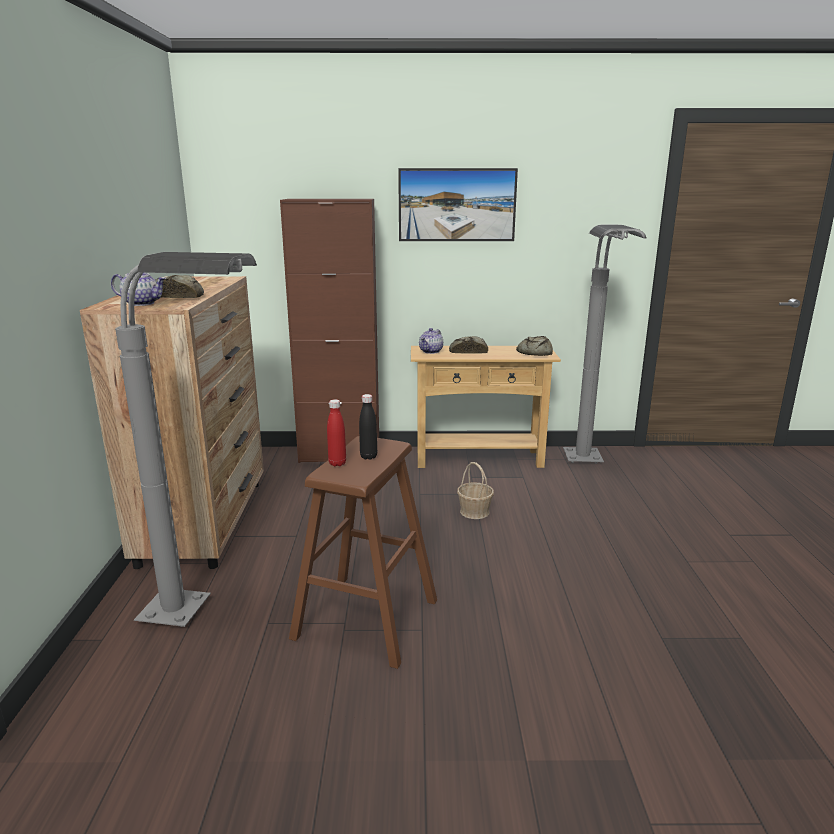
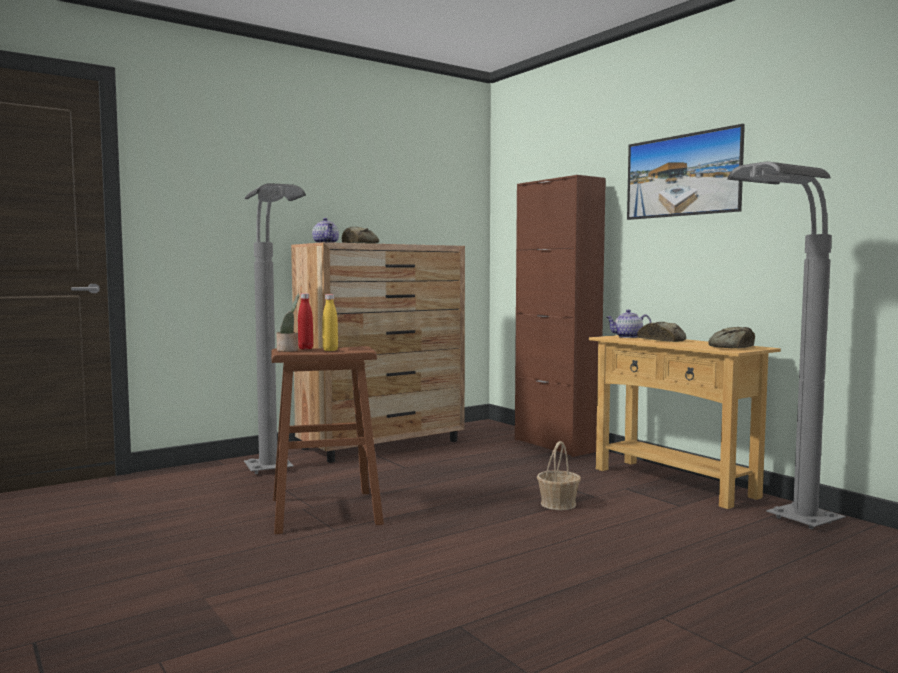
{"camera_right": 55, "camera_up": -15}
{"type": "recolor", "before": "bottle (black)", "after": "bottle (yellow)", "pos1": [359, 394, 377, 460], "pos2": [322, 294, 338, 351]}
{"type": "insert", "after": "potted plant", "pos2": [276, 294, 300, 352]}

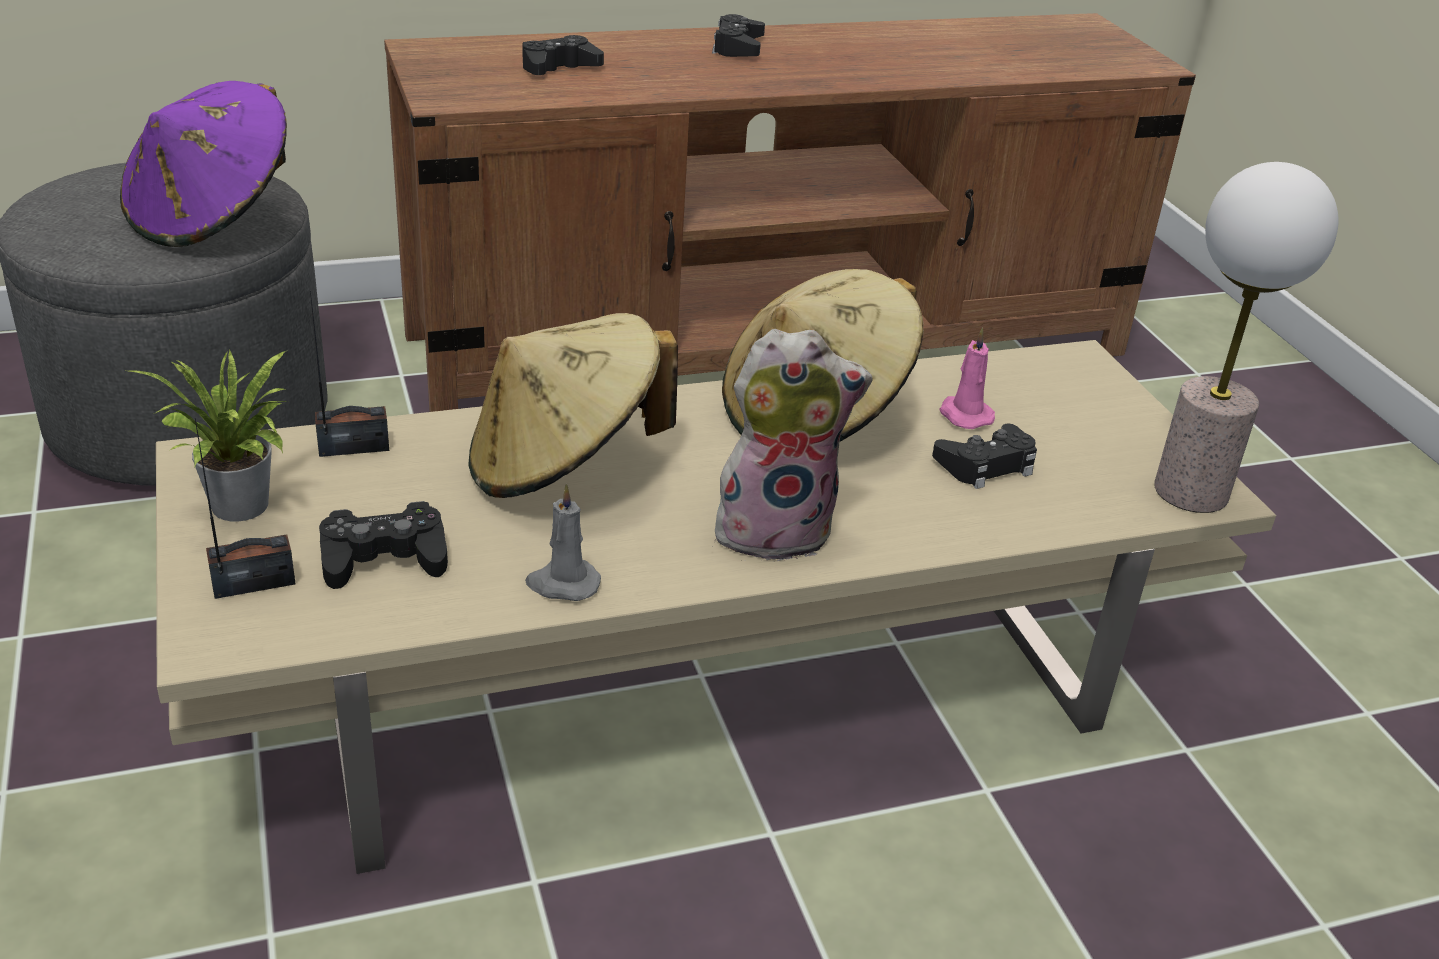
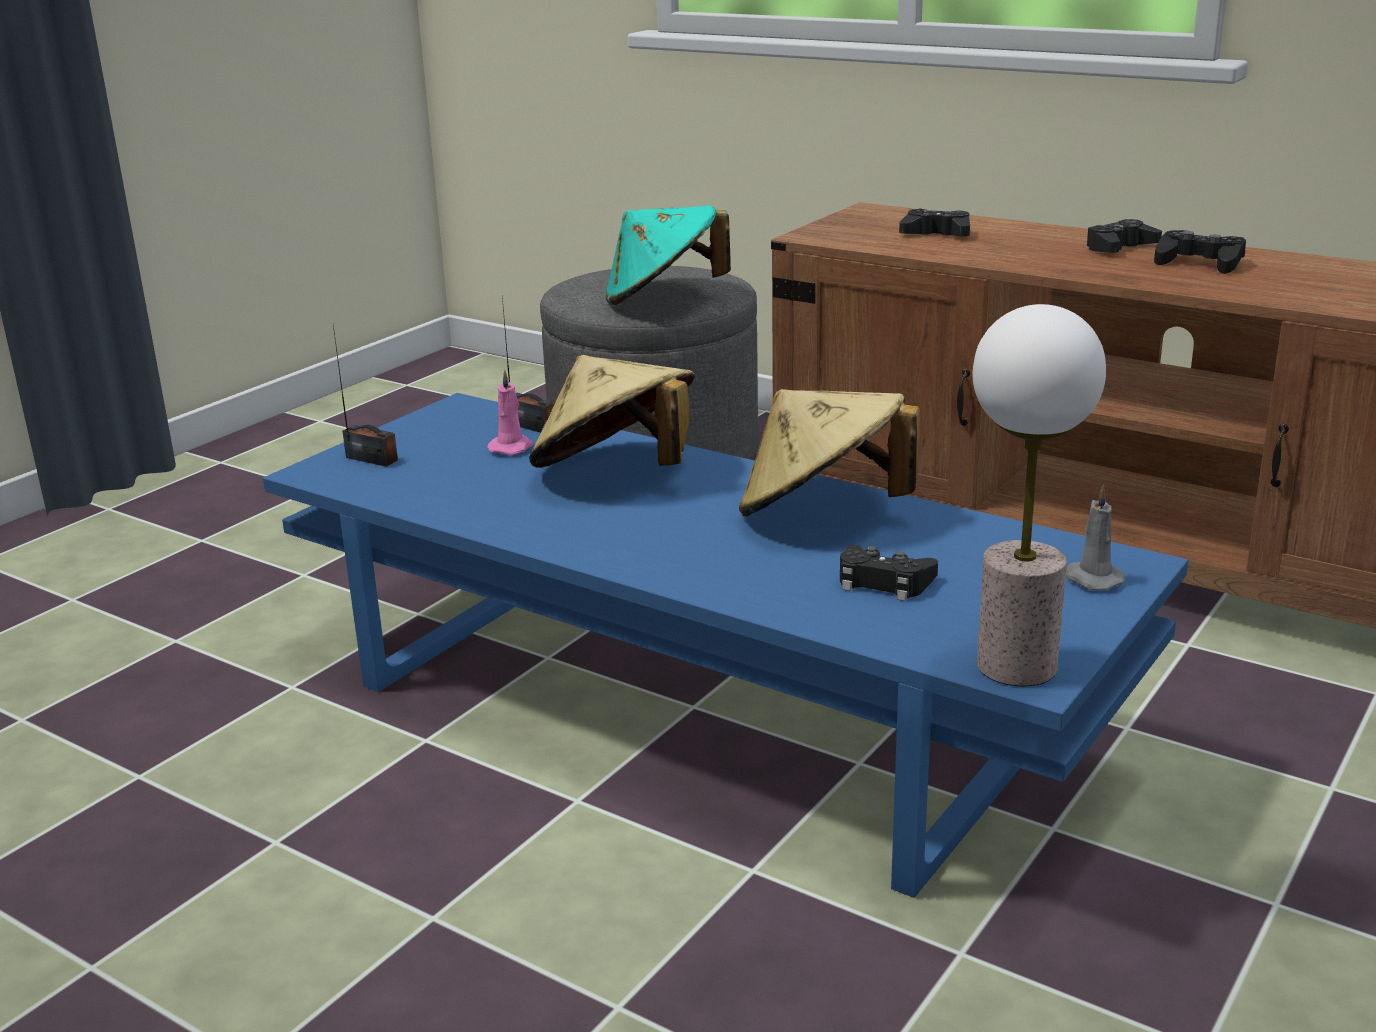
{"camera_right": 55, "camera_up": -10}
{"type": "recolor", "before": "hat (purple)", "after": "hat (turquoise)", "pos1": [120, 81, 287, 247], "pos2": [605, 205, 731, 305]}
{"type": "delete", "before": "potted plant", "pos1": [129, 349, 286, 522]}
{"type": "recolor", "before": "coffee table (beige)", "after": "coffee table (blue)", "pos1": [156, 340, 1276, 874], "pos2": [263, 393, 1189, 898]}
{"type": "move", "before": "game controller (black)", "pos1": [319, 501, 448, 589], "pos2": [1154, 230, 1246, 274]}
{"type": "move", "before": "candle (grey)", "pos1": [525, 484, 601, 601], "pos2": [1066, 485, 1125, 591]}
{"type": "delete", "before": "plush toy", "pos1": [715, 329, 873, 562]}
{"type": "move", "before": "candle (pink)", "pos1": [940, 327, 995, 429], "pos2": [487, 370, 533, 455]}

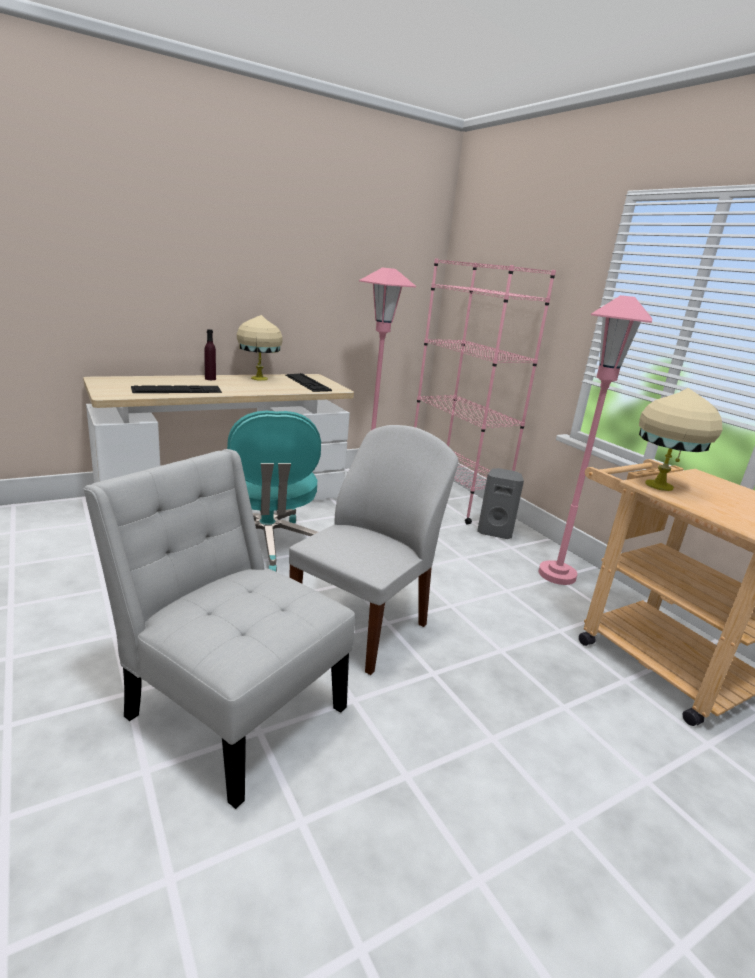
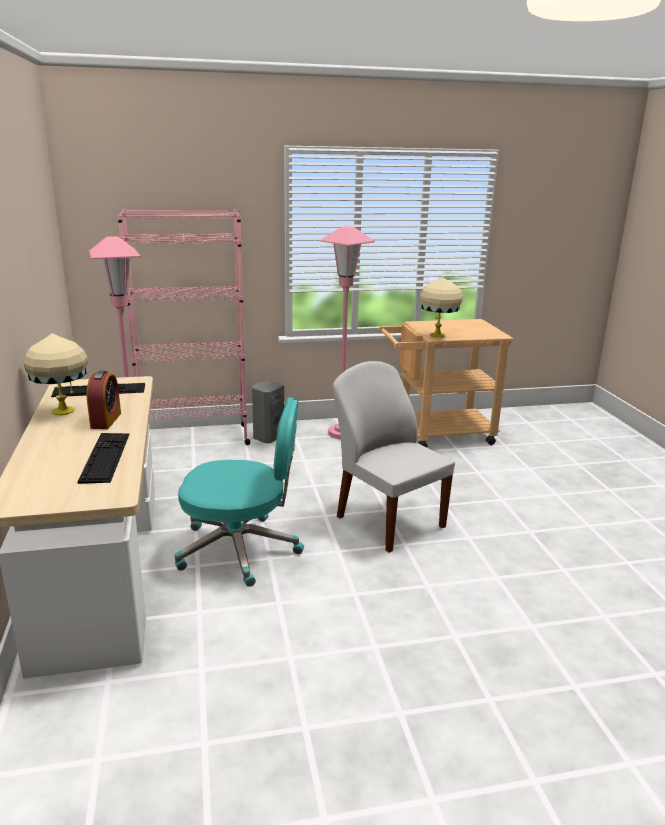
{"camera_right": -70, "camera_up": 0}
{"type": "delete", "before": "chair (white)", "pos1": [83, 449, 355, 809]}
{"type": "delete", "before": "bottle (purple)", "pos1": [204, 329, 216, 380]}
{"type": "insert", "after": "alarm clock", "pos2": [87, 371, 121, 429]}

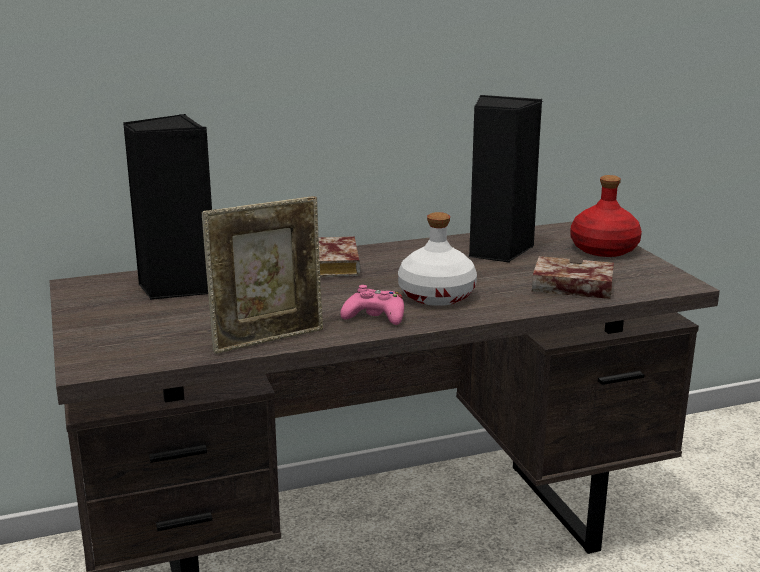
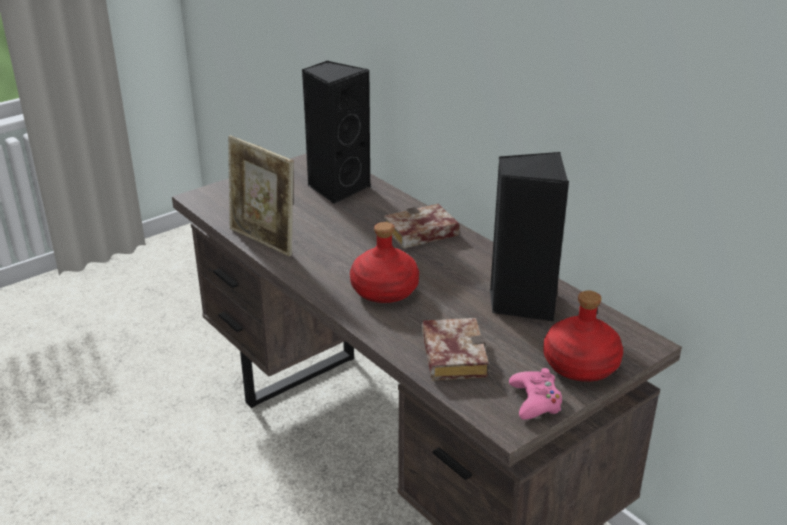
{"camera_right": 70, "camera_up": 10}
{"type": "move", "before": "game controller (pink)", "pos1": [340, 285, 404, 325], "pos2": [509, 368, 562, 420]}
{"type": "recolor", "before": "bottle (white)", "after": "bottle (red)", "pos1": [398, 212, 477, 306], "pos2": [350, 222, 419, 303]}

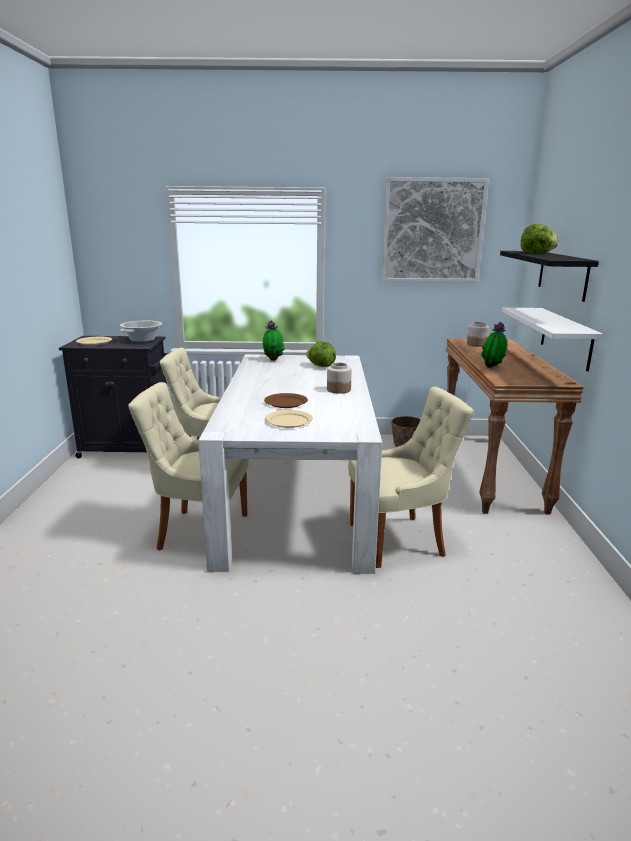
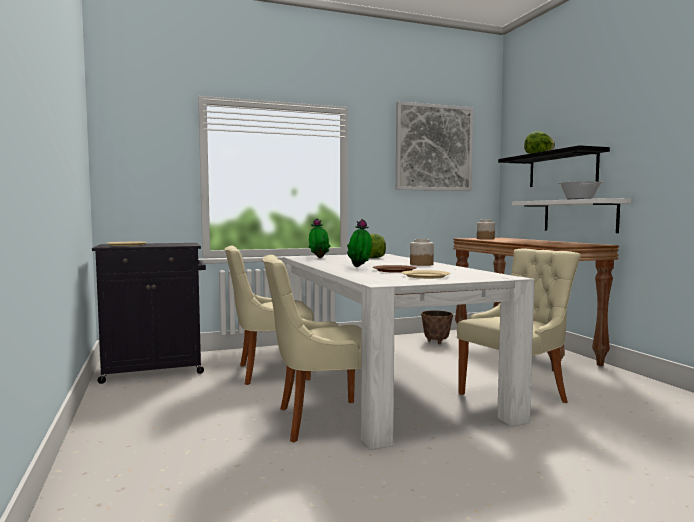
{"camera_right": -20, "camera_up": -15}
{"type": "move", "before": "cooking pot", "pos1": [120, 321, 162, 342], "pos2": [557, 181, 604, 199]}
{"type": "move", "before": "potted plant", "pos1": [481, 322, 507, 368], "pos2": [347, 219, 372, 267]}

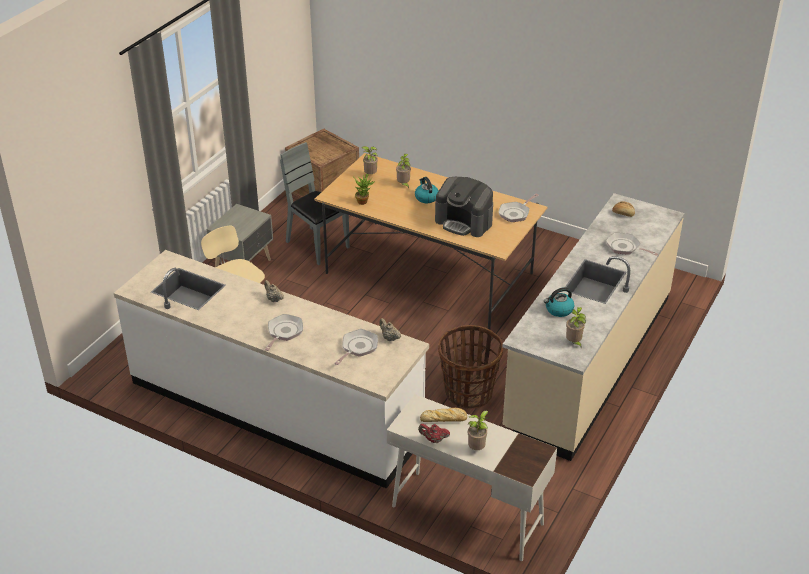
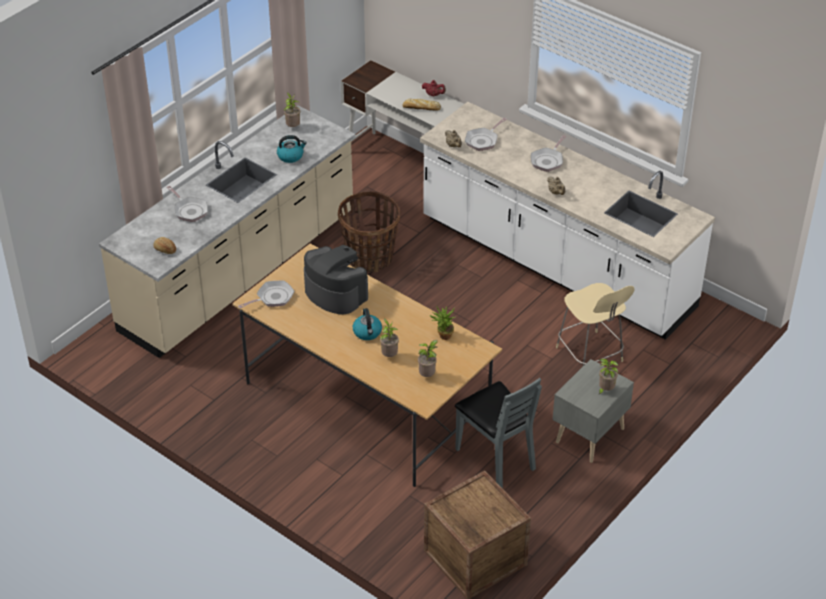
{"camera_right": -170, "camera_up": 5}
{"type": "move", "before": "potted plant", "pos1": [468, 410, 489, 450], "pos2": [598, 359, 618, 395]}

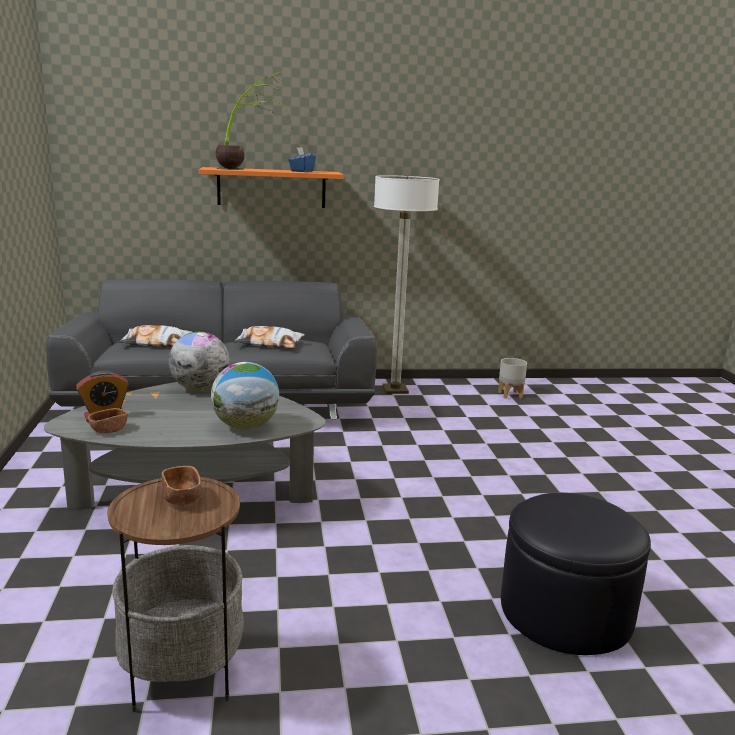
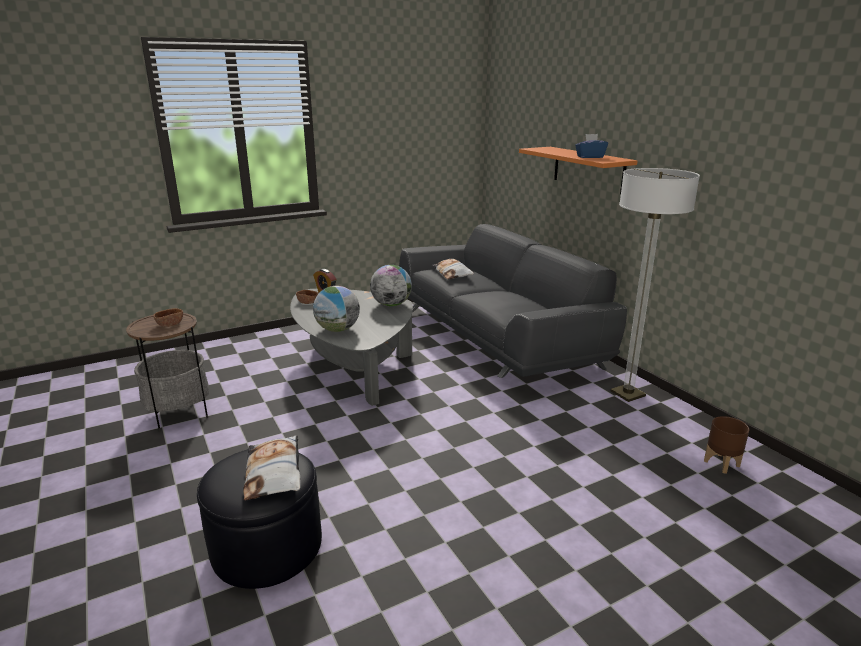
{"camera_right": 70, "camera_up": 5}
{"type": "delete", "before": "potted plant", "pos1": [216, 71, 286, 170]}
{"type": "move", "before": "pillow", "pos1": [233, 326, 305, 348], "pos2": [243, 435, 300, 501]}
{"type": "recolor", "before": "planter (grey)", "after": "planter (brown)", "pos1": [498, 358, 527, 399], "pos2": [704, 416, 749, 474]}

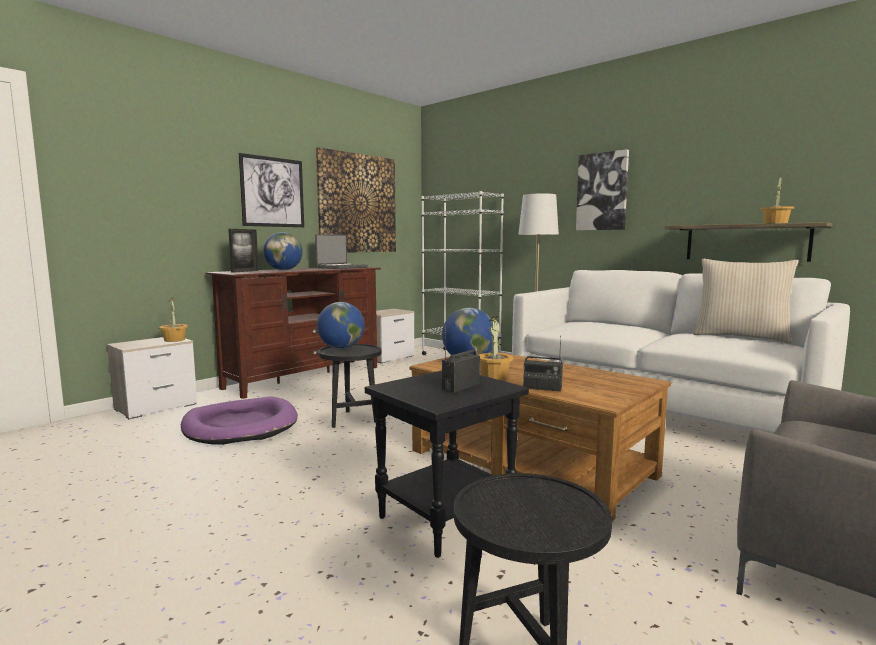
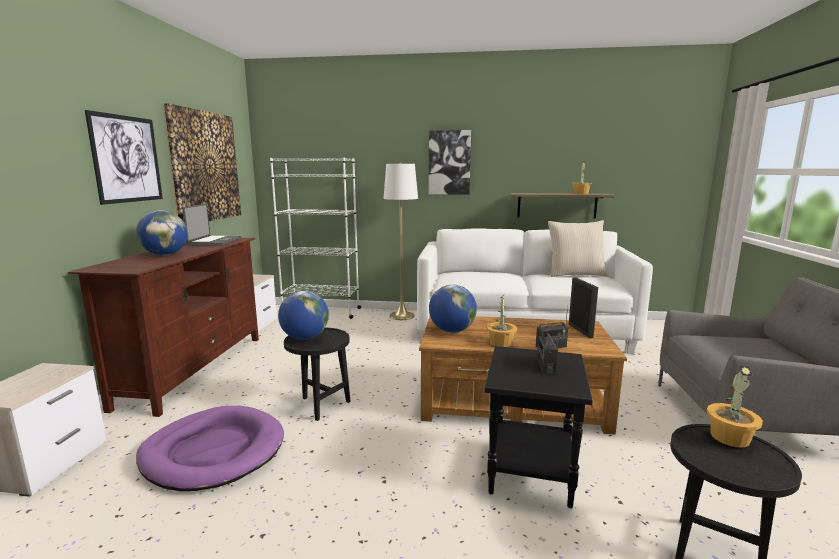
{"camera_right": -35, "camera_up": 5}
{"type": "move", "before": "potted plant", "pos1": [159, 297, 188, 342], "pos2": [706, 366, 763, 448]}
{"type": "move", "before": "picture frame", "pos1": [228, 229, 259, 273], "pos2": [569, 277, 598, 338]}

